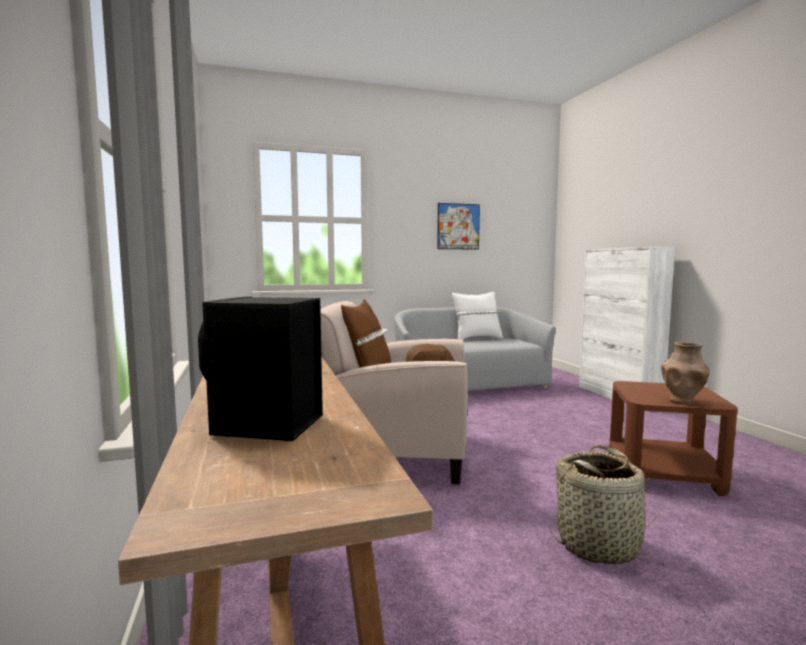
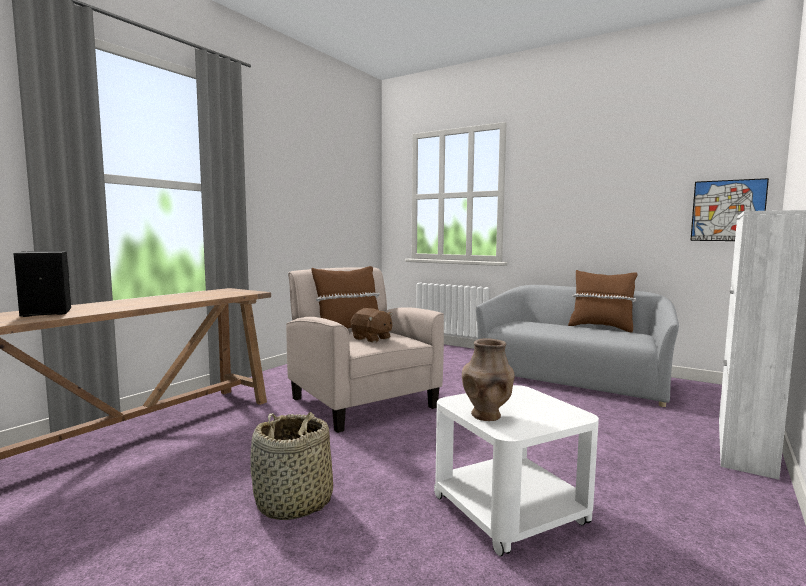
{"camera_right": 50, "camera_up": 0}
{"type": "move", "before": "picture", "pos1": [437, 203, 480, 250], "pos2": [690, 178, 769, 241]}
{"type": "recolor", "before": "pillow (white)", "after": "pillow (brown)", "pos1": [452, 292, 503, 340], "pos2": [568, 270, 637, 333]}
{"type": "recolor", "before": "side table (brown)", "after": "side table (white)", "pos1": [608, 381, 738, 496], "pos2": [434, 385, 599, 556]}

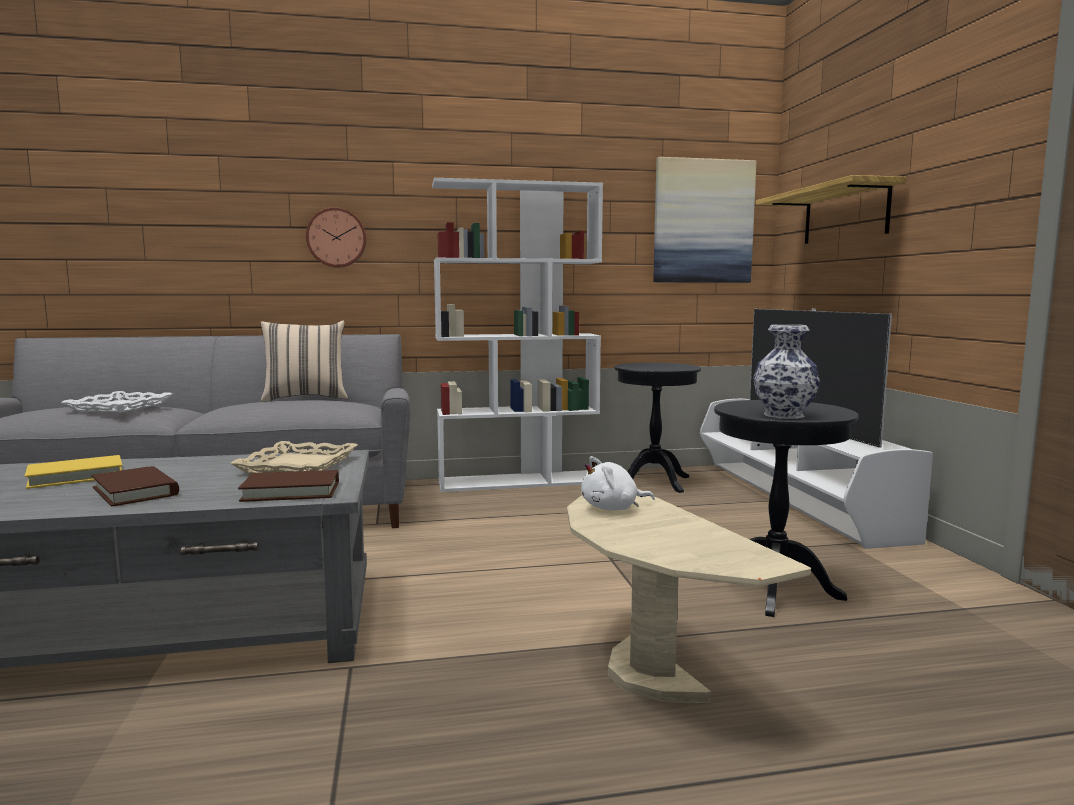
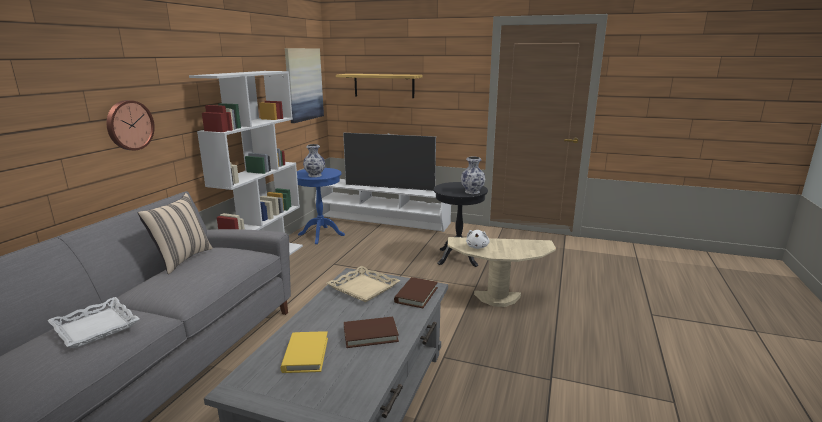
{"camera_right": -60, "camera_up": 10}
{"type": "recolor", "before": "side table (black)", "after": "side table (blue)", "pos1": [614, 363, 701, 493], "pos2": [297, 168, 345, 244]}
{"type": "insert", "after": "vase", "pos2": [303, 144, 325, 177]}

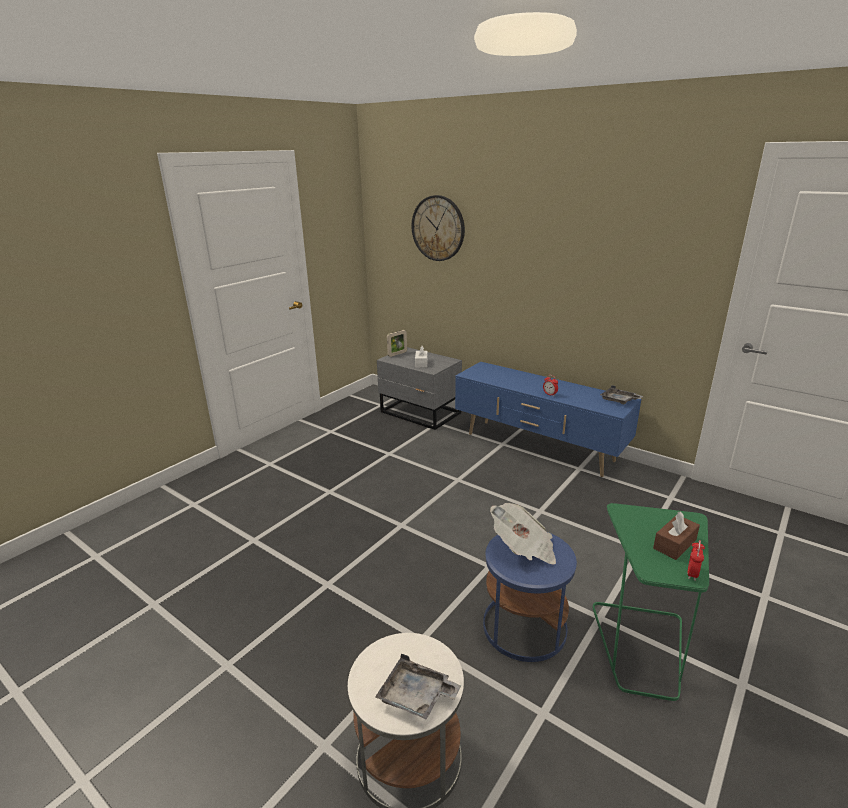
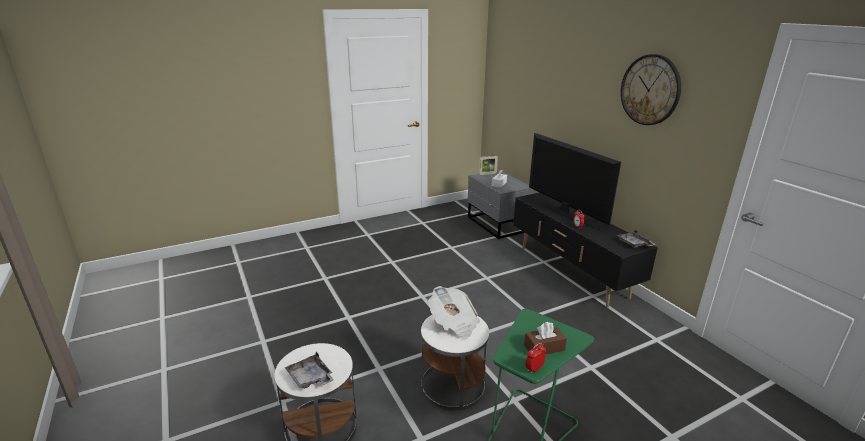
{"camera_right": 25, "camera_up": 0}
{"type": "move", "before": "wall clock", "pos1": [411, 195, 465, 261], "pos2": [621, 54, 681, 125]}
{"type": "recolor", "before": "tv stand (blue)", "after": "tv stand (black)", "pos1": [455, 362, 641, 477], "pos2": [513, 193, 658, 307]}
{"type": "recolor", "before": "side table (blue)", "after": "side table (white)", "pos1": [483, 532, 577, 662], "pos2": [421, 315, 489, 411]}
{"type": "insert", "after": "television", "pos2": [529, 133, 621, 225]}

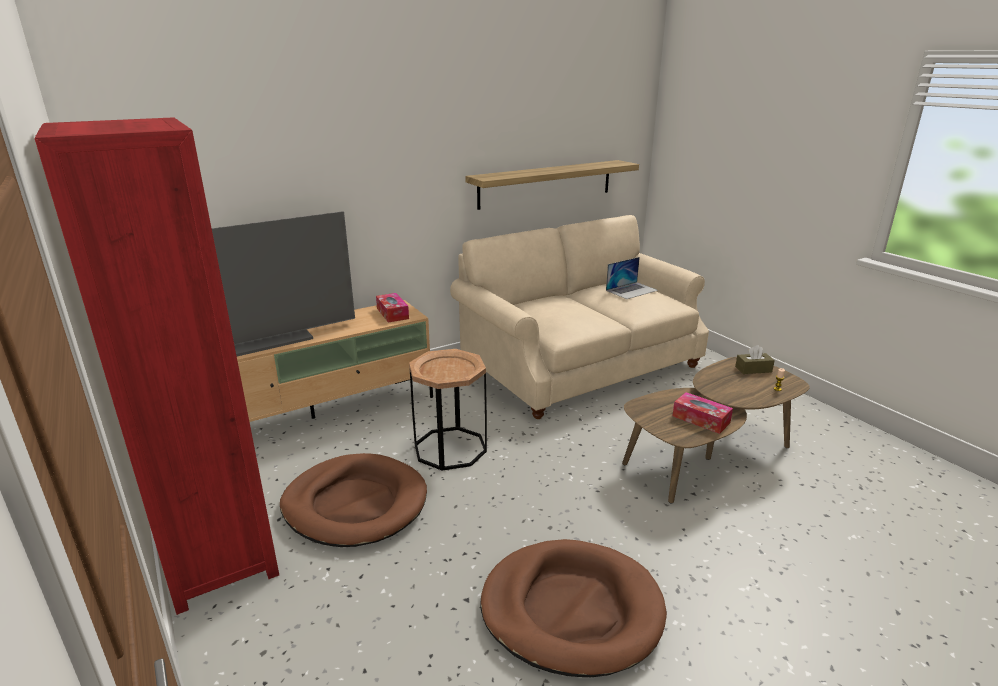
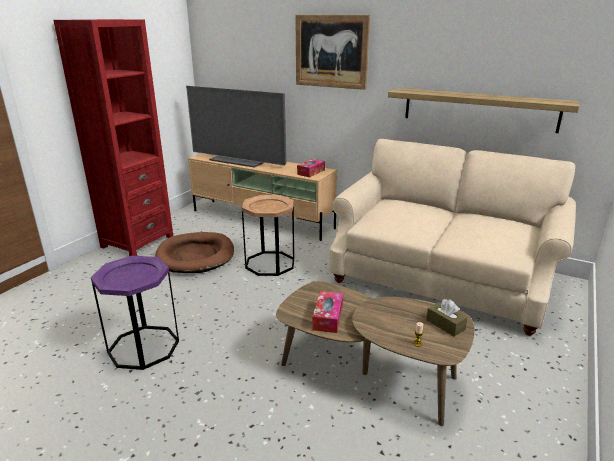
{"camera_right": 60, "camera_up": 0}
{"type": "replace", "before": "dog bed (brown)", "after": "side table (purple)", "pos1": [480, 539, 667, 677], "pos2": [91, 256, 179, 370]}
{"type": "delete", "before": "laptop", "pos1": [606, 257, 658, 299]}
{"type": "insert", "after": "picture", "pos2": [295, 15, 370, 90]}

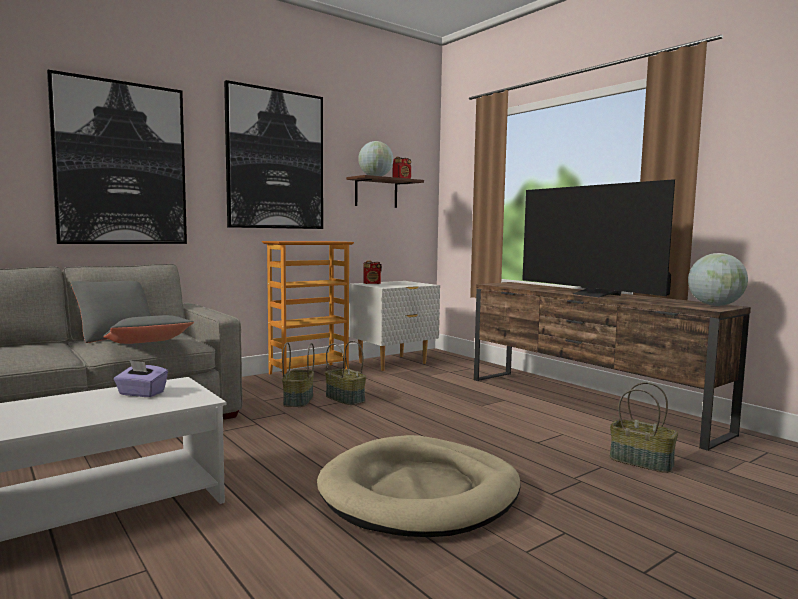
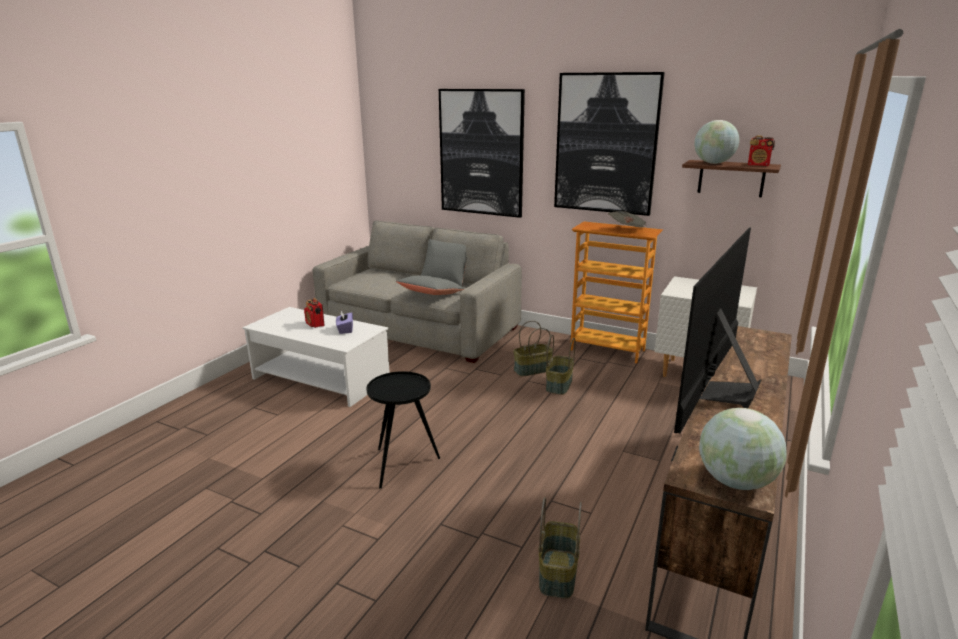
{"camera_right": 65, "camera_up": 15}
{"type": "replace", "before": "dog bed (beige)", "after": "side table (black)", "pos1": [317, 435, 521, 537], "pos2": [366, 371, 440, 489]}
{"type": "move", "before": "radio", "pos1": [363, 261, 382, 284], "pos2": [304, 298, 325, 328]}
{"type": "insert", "after": "newspaper", "pos2": [608, 211, 646, 227]}

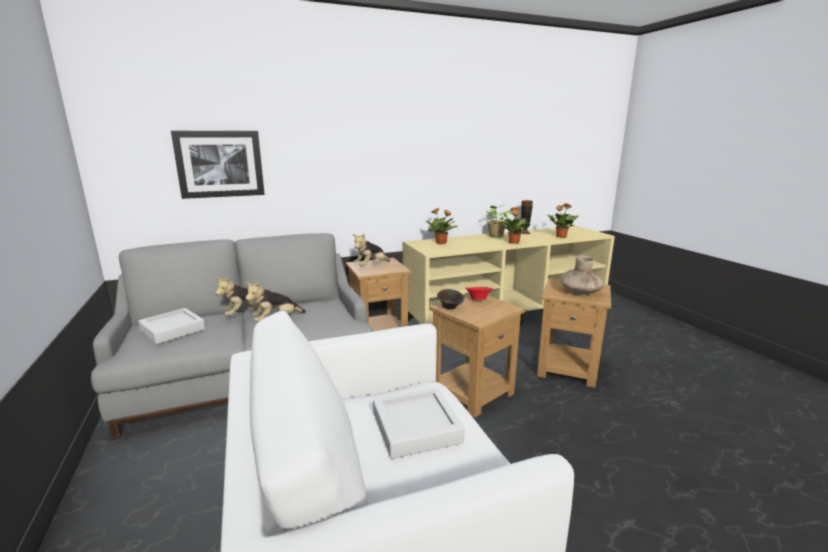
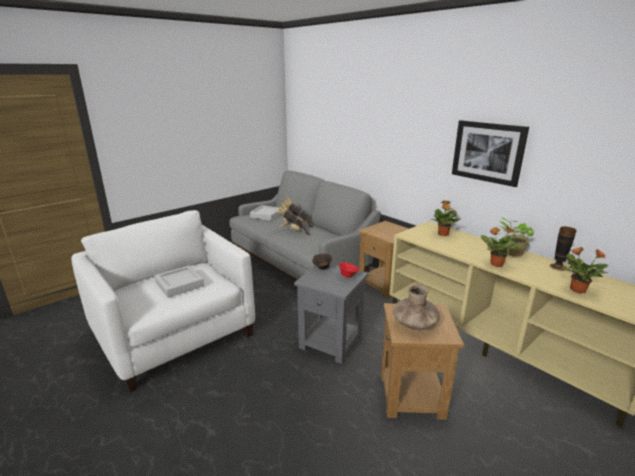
{"camera_right": 70, "camera_up": 5}
{"type": "move", "before": "picture", "pos1": [171, 131, 265, 199], "pos2": [452, 120, 529, 187]}
{"type": "delete", "before": "plush toy", "pos1": [353, 234, 390, 266]}
{"type": "recolor", "before": "side table (brown)", "after": "side table (grey)", "pos1": [429, 293, 525, 417], "pos2": [294, 263, 368, 364]}

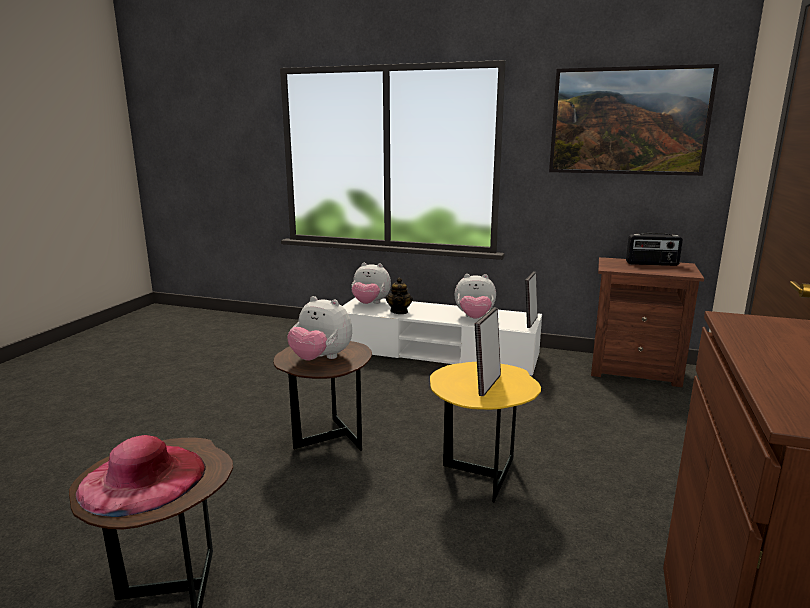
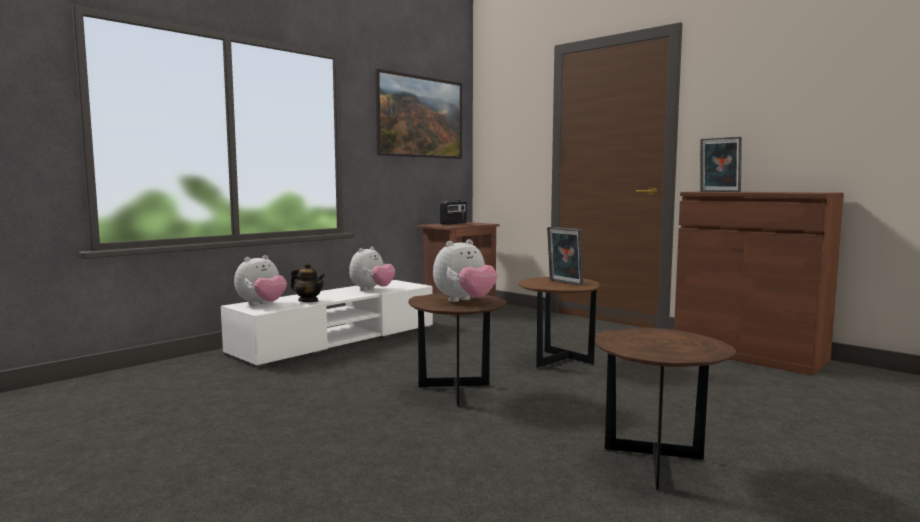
{"camera_right": -65, "camera_up": -10}
{"type": "delete", "before": "hat (pink)", "pos1": [76, 435, 206, 517]}
{"type": "recolor", "before": "side table (yellow)", "after": "side table (brown)", "pos1": [430, 362, 541, 502], "pos2": [519, 277, 601, 368]}
{"type": "move", "before": "picture frame", "pos1": [525, 272, 538, 328], "pos2": [700, 137, 742, 192]}

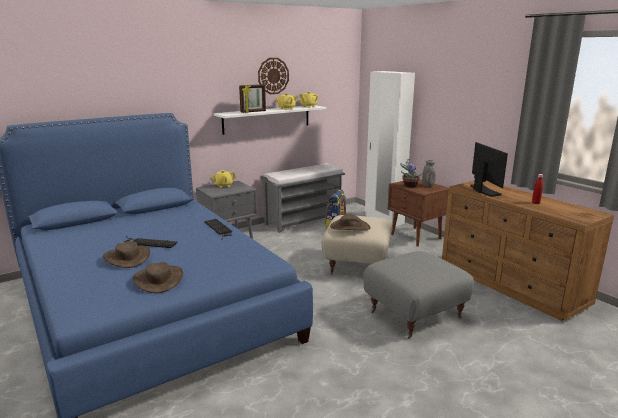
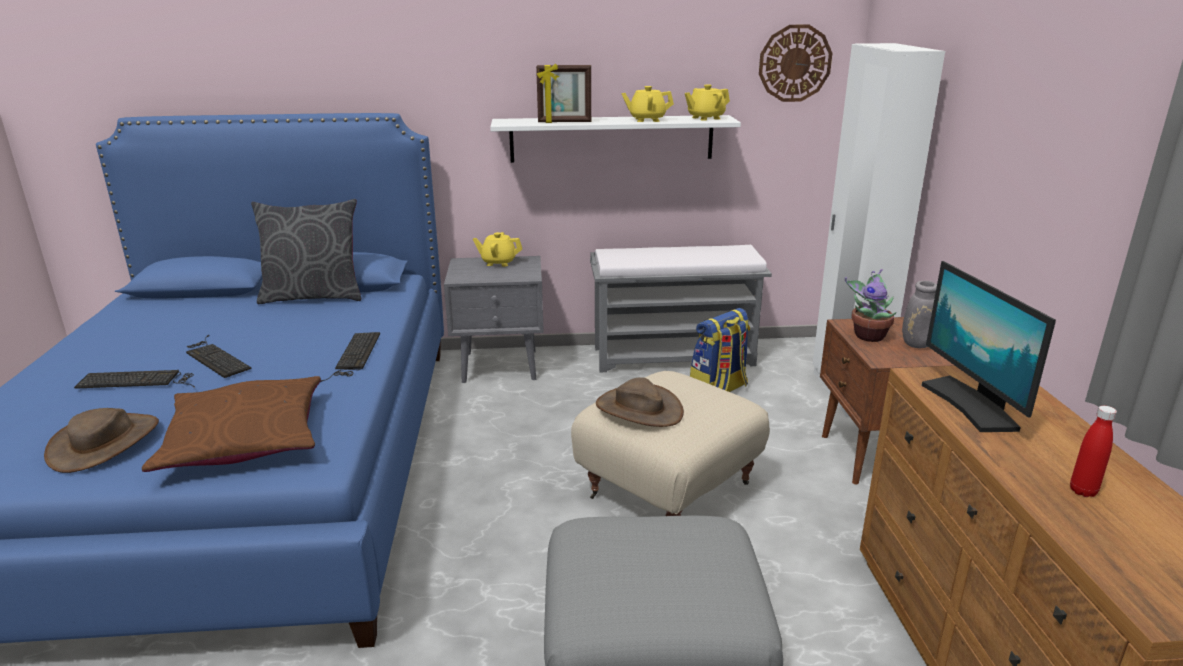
{"camera_right": 30, "camera_up": 5}
{"type": "replace", "before": "hat (brown)", "after": "keyboard", "pos1": [103, 241, 150, 268], "pos2": [74, 370, 195, 389]}
{"type": "move", "before": "wall clock", "pos1": [258, 58, 289, 94], "pos2": [759, 25, 832, 102]}
{"type": "rotate", "before": "monitor", "pos1": [470, 142, 508, 197], "pos2": [921, 261, 1056, 432], "turn": 150}
{"type": "insert", "after": "pillow (brown)", "pos2": [142, 376, 321, 472]}
{"type": "insert", "after": "pillow (grey)", "pos2": [251, 199, 361, 304]}

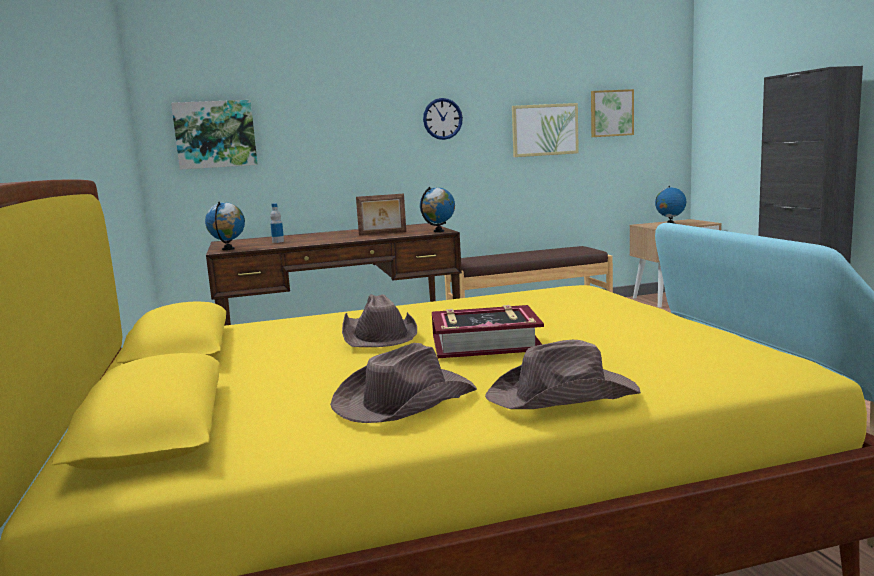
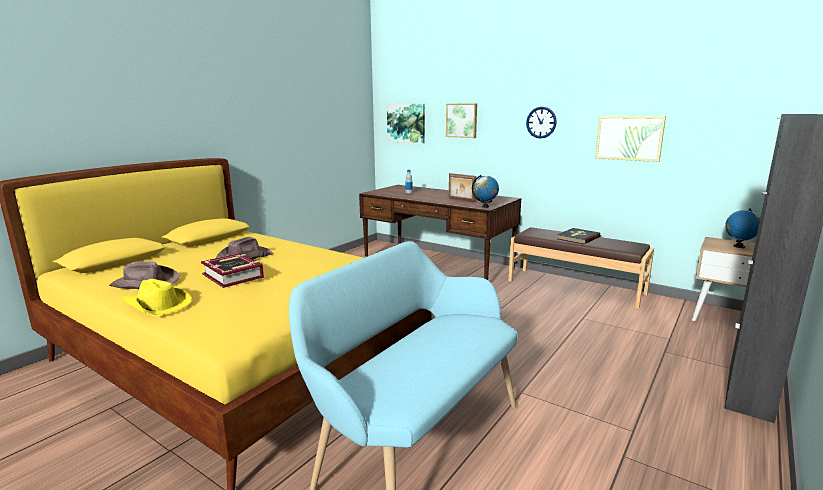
{"camera_right": 50, "camera_up": 5}
{"type": "delete", "before": "globe", "pos1": [205, 202, 245, 250]}
{"type": "recolor", "before": "hat (brown)", "after": "hat (yellow)", "pos1": [485, 340, 641, 409], "pos2": [122, 279, 192, 316]}
{"type": "move", "before": "picture", "pos1": [591, 89, 634, 137], "pos2": [446, 104, 477, 138]}
{"type": "insert", "after": "book", "pos2": [558, 228, 600, 244]}

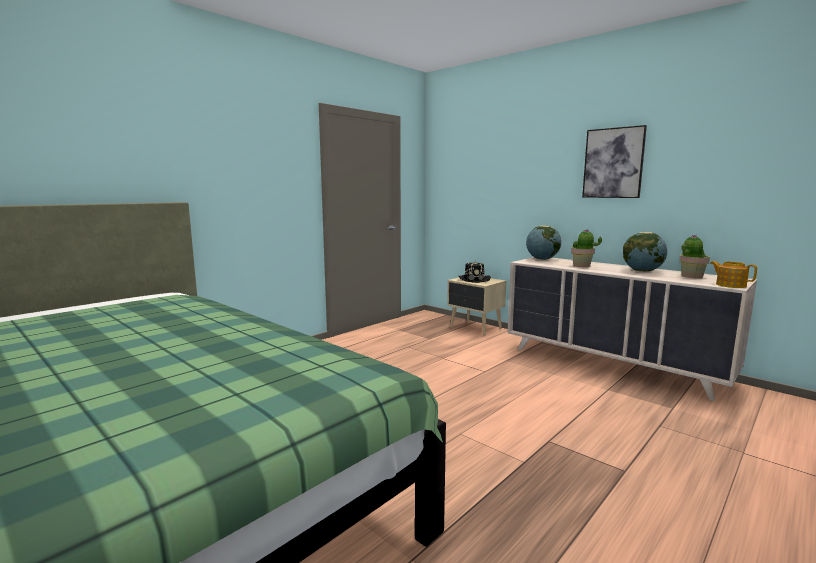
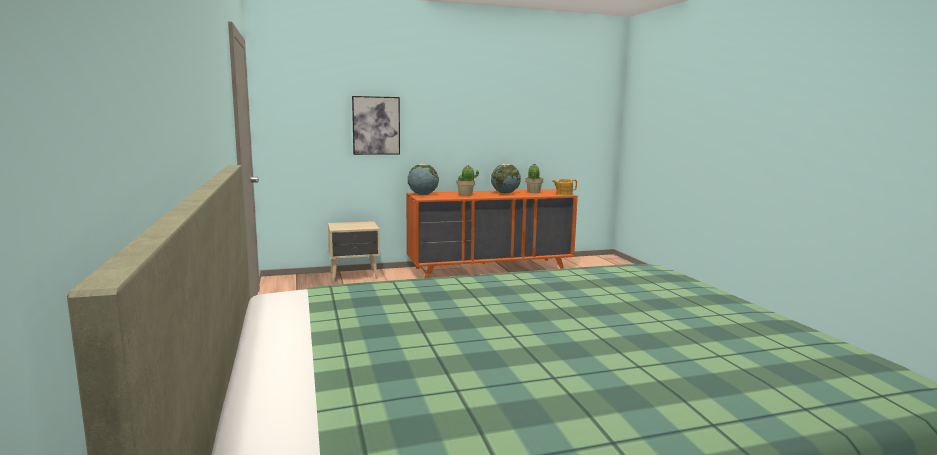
{"camera_right": -60, "camera_up": 0}
{"type": "delete", "before": "hat (black)", "pos1": [459, 261, 491, 283]}
{"type": "recolor", "before": "dresser (beige)", "after": "dresser (orange)", "pos1": [508, 257, 757, 401], "pos2": [407, 189, 578, 278]}
{"type": "move", "before": "picture", "pos1": [582, 125, 647, 198], "pos2": [352, 96, 400, 155]}

